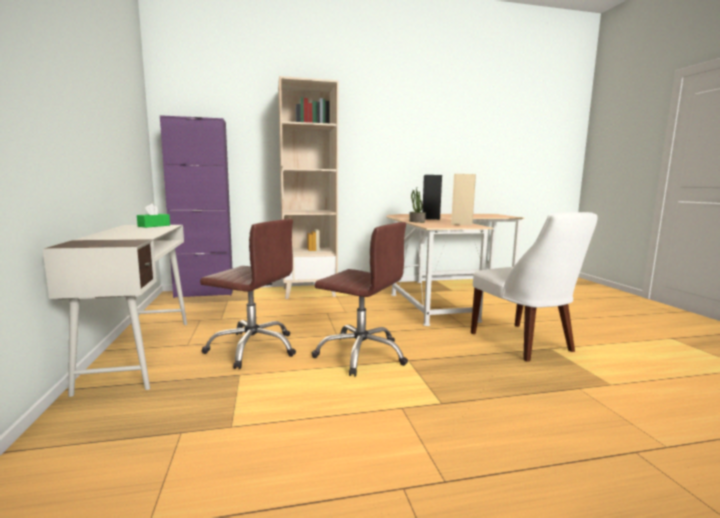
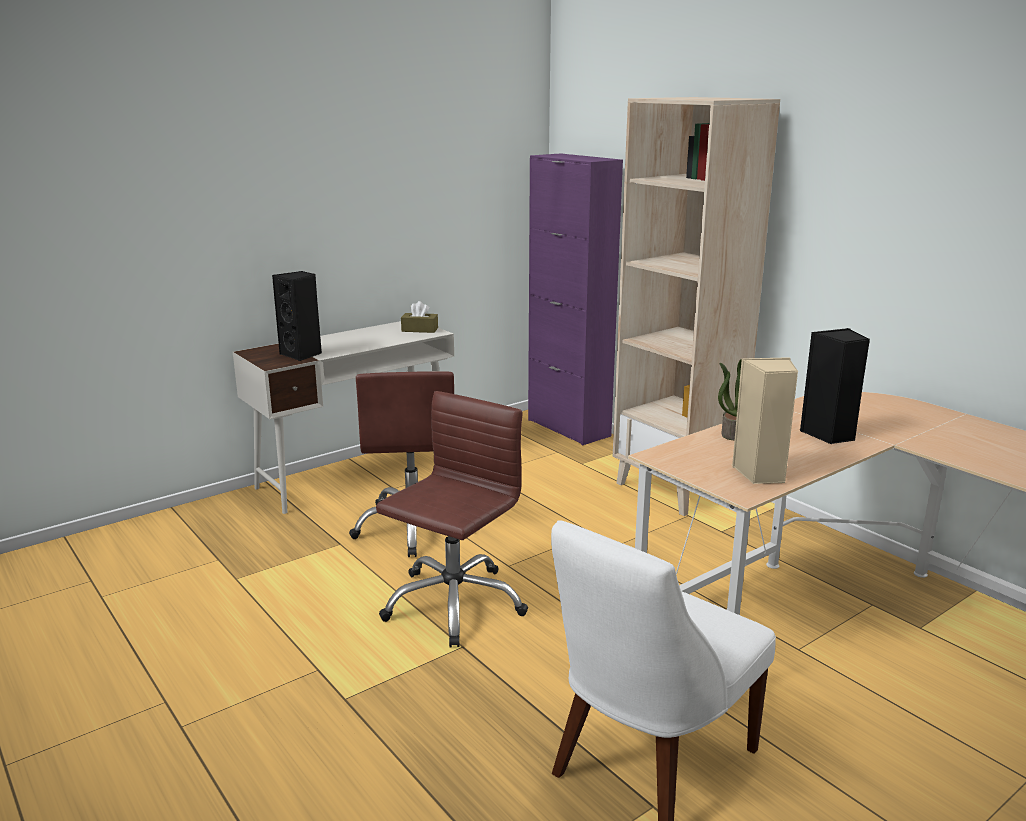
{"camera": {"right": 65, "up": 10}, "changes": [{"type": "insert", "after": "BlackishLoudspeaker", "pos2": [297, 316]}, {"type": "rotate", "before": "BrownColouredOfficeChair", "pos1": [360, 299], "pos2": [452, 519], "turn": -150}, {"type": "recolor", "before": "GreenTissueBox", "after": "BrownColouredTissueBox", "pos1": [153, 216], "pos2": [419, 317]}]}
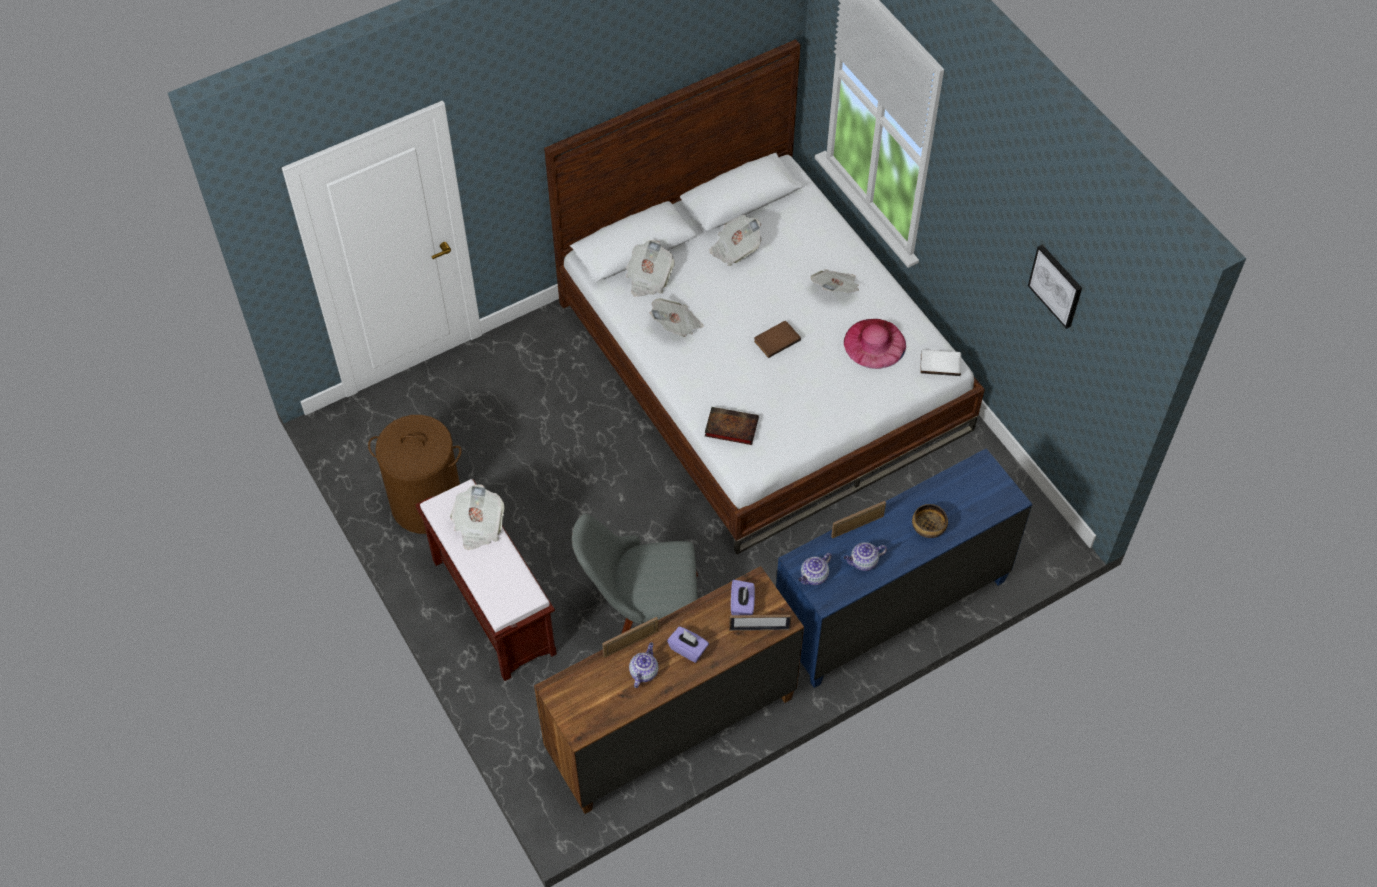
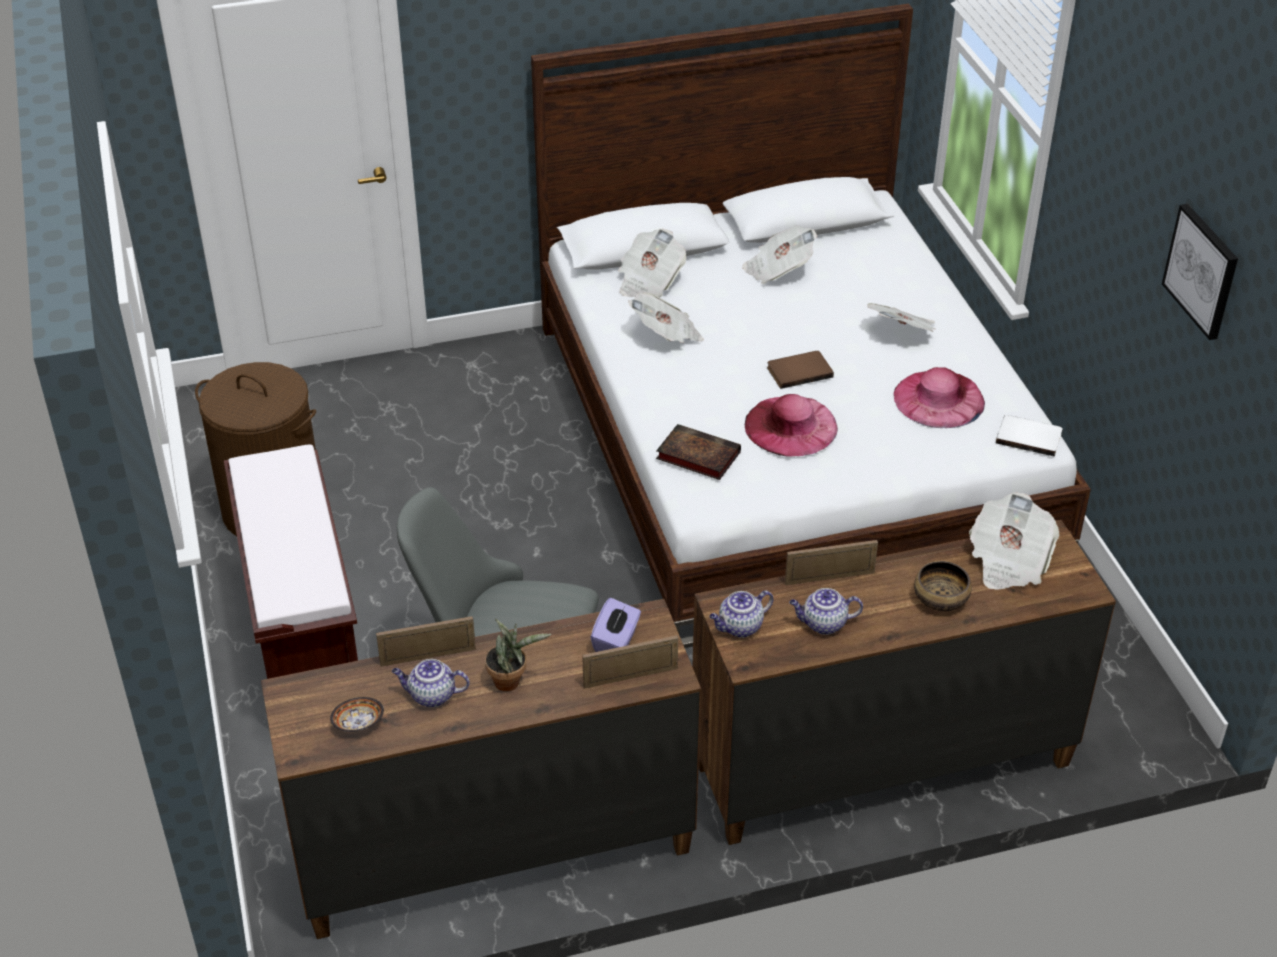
{"camera": {"right": 15, "up": -15}, "changes": [{"type": "insert", "after": "Bowl", "pos2": [357, 714]}, {"type": "rotate", "before": "Teapot", "pos1": [644, 665], "pos2": [431, 683], "turn": -120}, {"type": "replace", "before": "PurplishTissueBox", "after": "PottedPlant", "pos1": [688, 644], "pos2": [518, 654]}, {"type": "rotate", "before": "PictureFrame", "pos1": [760, 623], "pos2": [630, 662], "turn": 150}, {"type": "recolor", "before": "BluishChestOfDrawers", "after": "BrownColouredChestOfDrawers", "pos1": [904, 568], "pos2": [904, 682]}, {"type": "insert", "after": "PinkColouredWearableHat", "pos2": [791, 425]}, {"type": "move", "before": "DailyPaper", "pos1": [477, 517], "pos2": [1014, 541]}]}
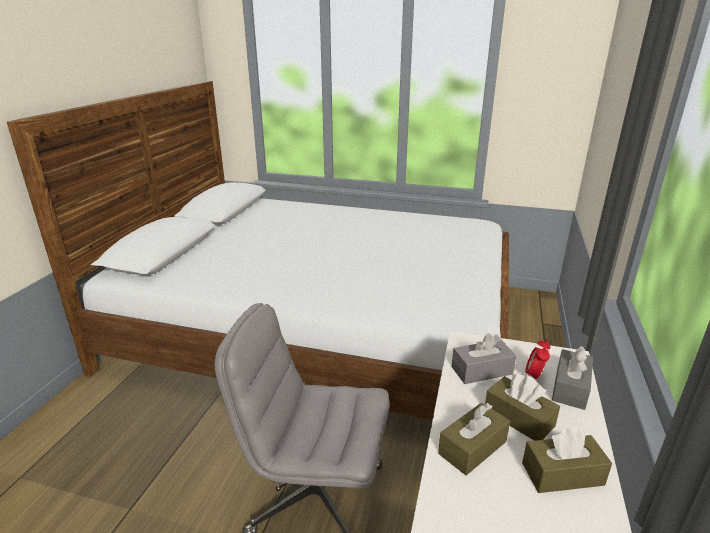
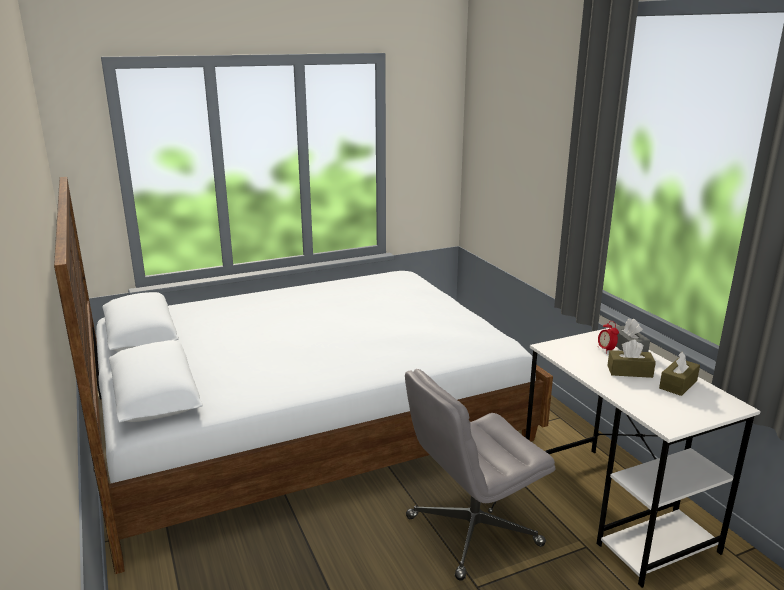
{"camera": {"right": -40, "up": -5}, "changes": [{"type": "delete", "before": "BrownColouredTissueBox", "pos1": [474, 439]}, {"type": "delete", "before": "GreyTissueBox", "pos1": [483, 358]}]}
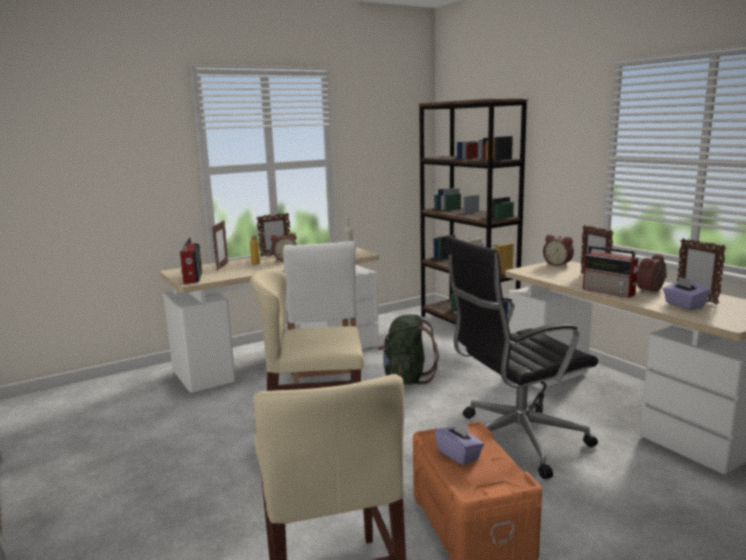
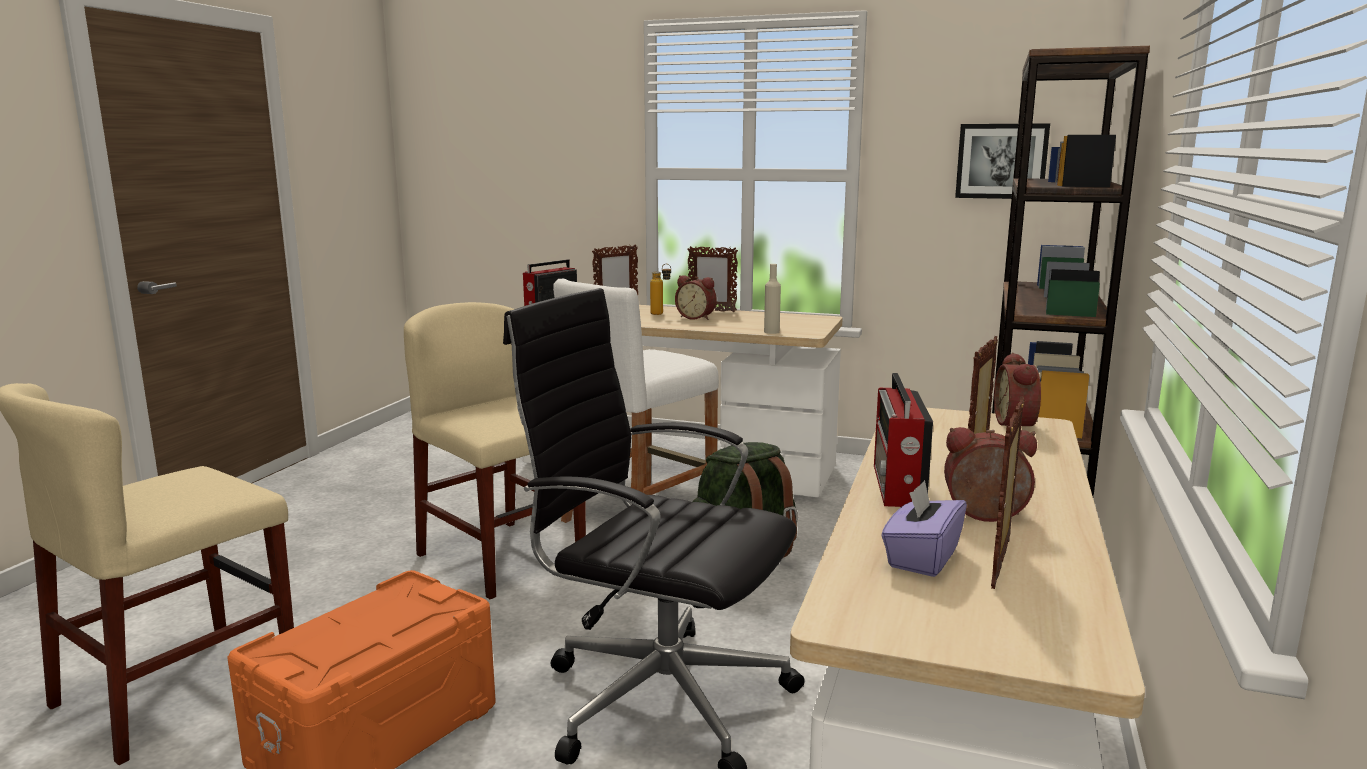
{"camera": {"right": 50, "up": 0}, "changes": [{"type": "insert", "after": "WallArt", "pos2": [1002, 161]}, {"type": "delete", "before": "PurplishTissueBox", "pos1": [459, 442]}]}
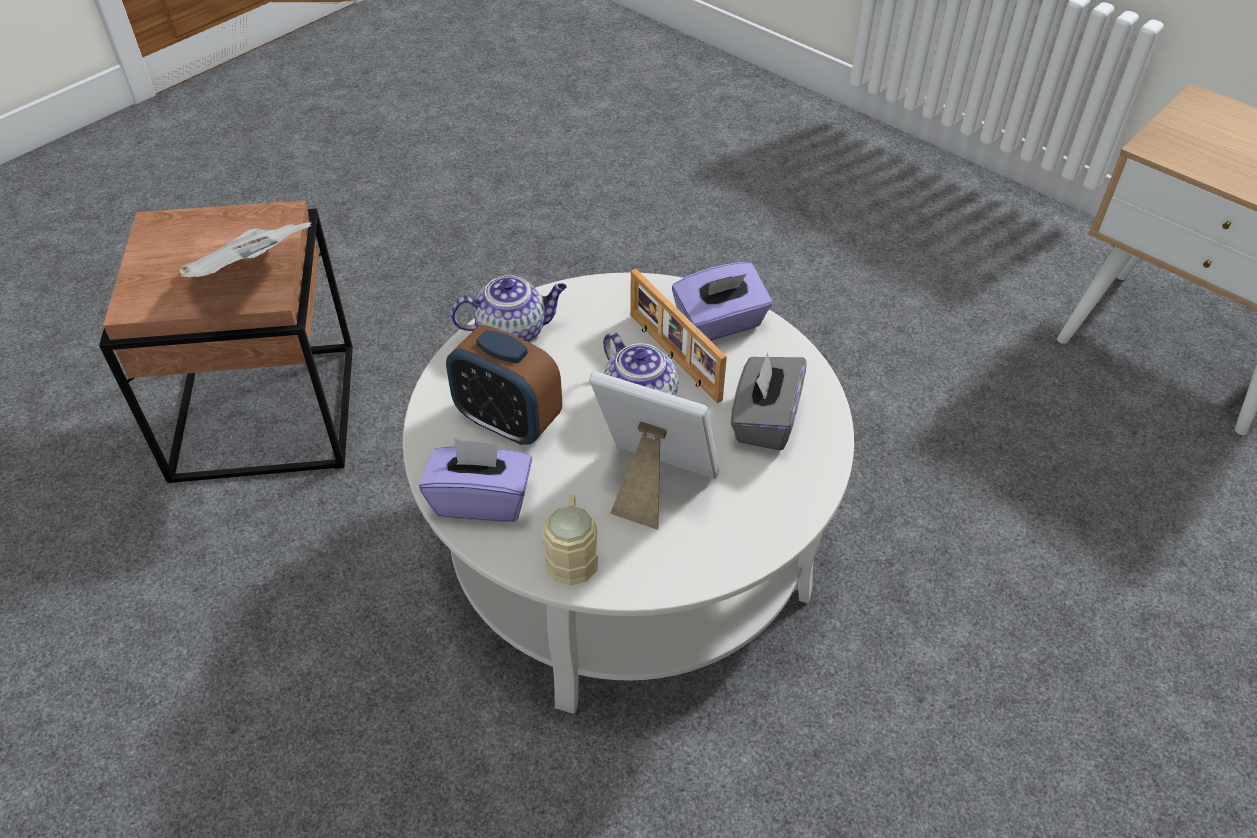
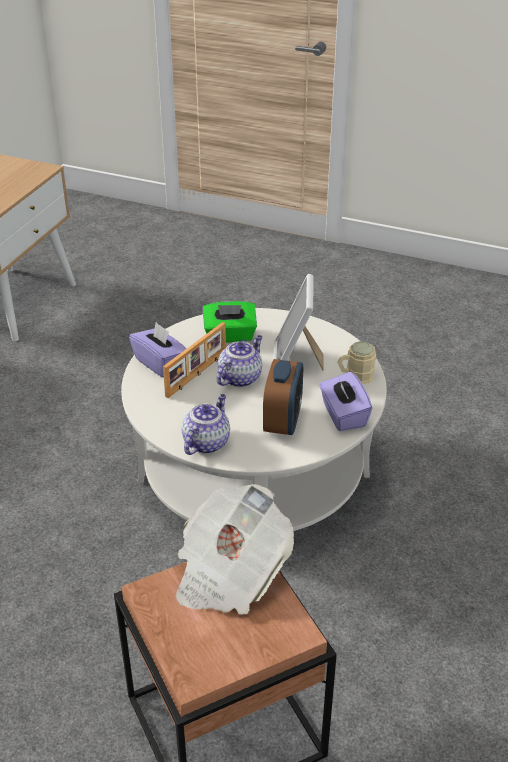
{"camera": {"right": -110, "up": -10}, "changes": [{"type": "rotate", "before": "Teapot", "pos1": [508, 308], "pos2": [206, 424], "turn": 60}, {"type": "recolor", "before": "GreyTissueBox", "after": "GreenTissueBox", "pos1": [769, 401], "pos2": [230, 322]}]}
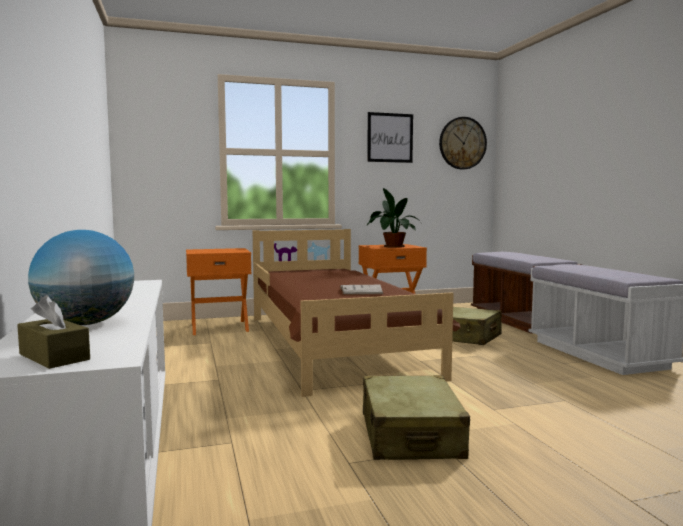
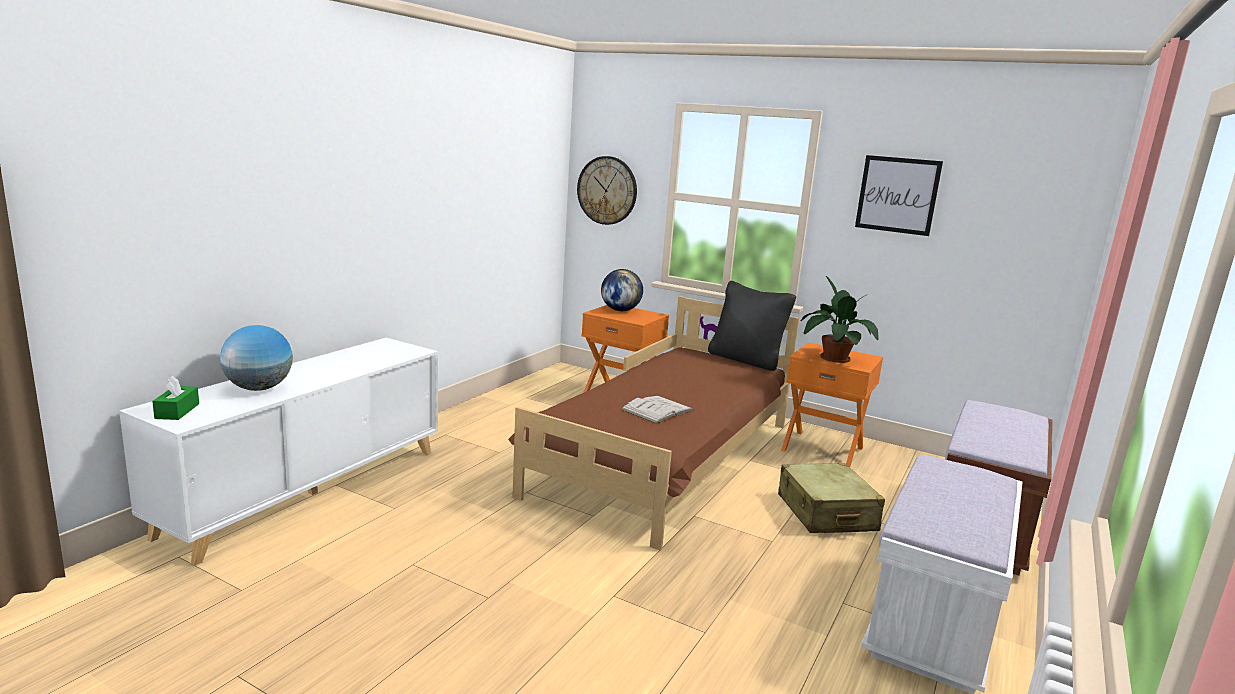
{"camera": {"right": 45, "up": 10}, "changes": [{"type": "recolor", "before": "BrownColouredTissueBox", "after": "GreenTissueBox", "pos1": [53, 332], "pos2": [175, 398]}, {"type": "move", "before": "ClockOnTheWall", "pos1": [463, 143], "pos2": [607, 190]}, {"type": "insert", "after": "Globe", "pos2": [622, 290]}, {"type": "insert", "after": "BlackishPillow", "pos2": [752, 326]}, {"type": "delete", "before": "BeigeColouredSuitcase", "pos1": [416, 417]}]}
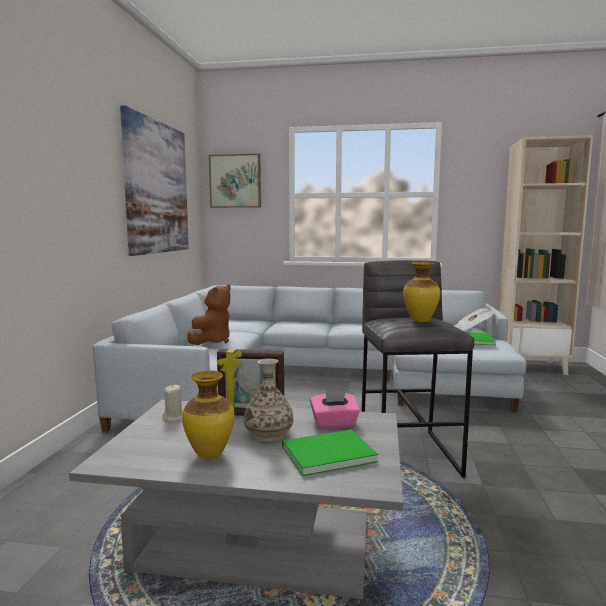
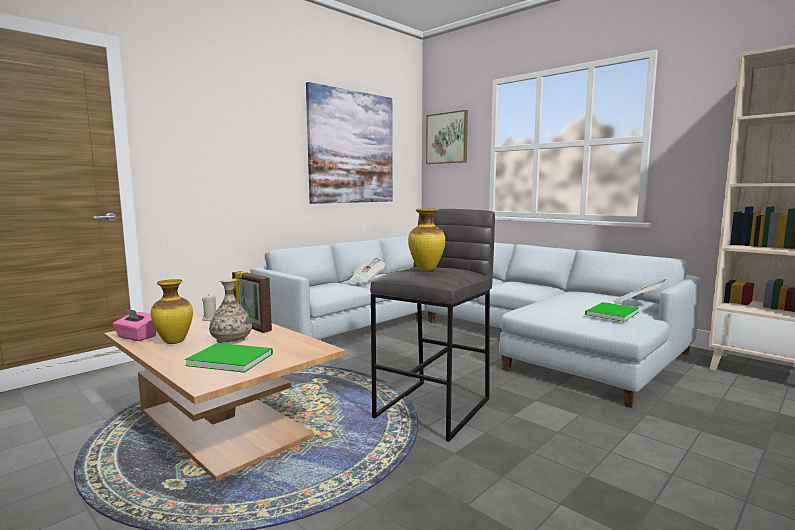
{"camera": {"right": 35, "up": 0}, "changes": [{"type": "recolor", "before": "GreyCoffeeTable", "after": "BrownColouredCoffeeTable", "pos1": [236, 499], "pos2": [225, 397]}, {"type": "move", "before": "PinkColouredTissueBox", "pos1": [335, 410], "pos2": [134, 325]}, {"type": "replace", "before": "BrownColouredPlushToy", "after": "DailyPaper", "pos1": [209, 314], "pos2": [366, 270]}]}
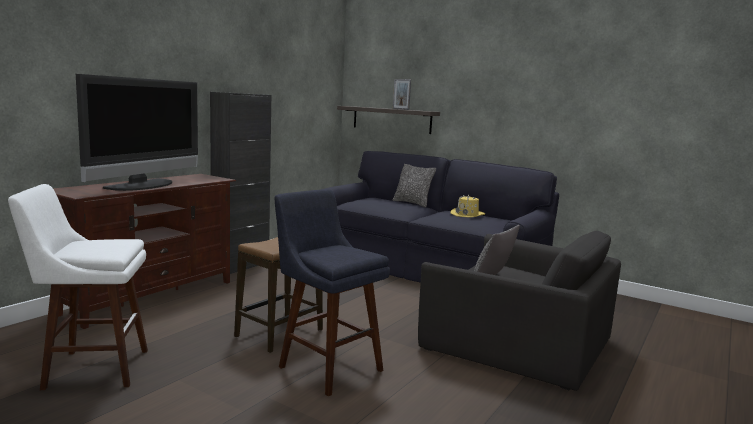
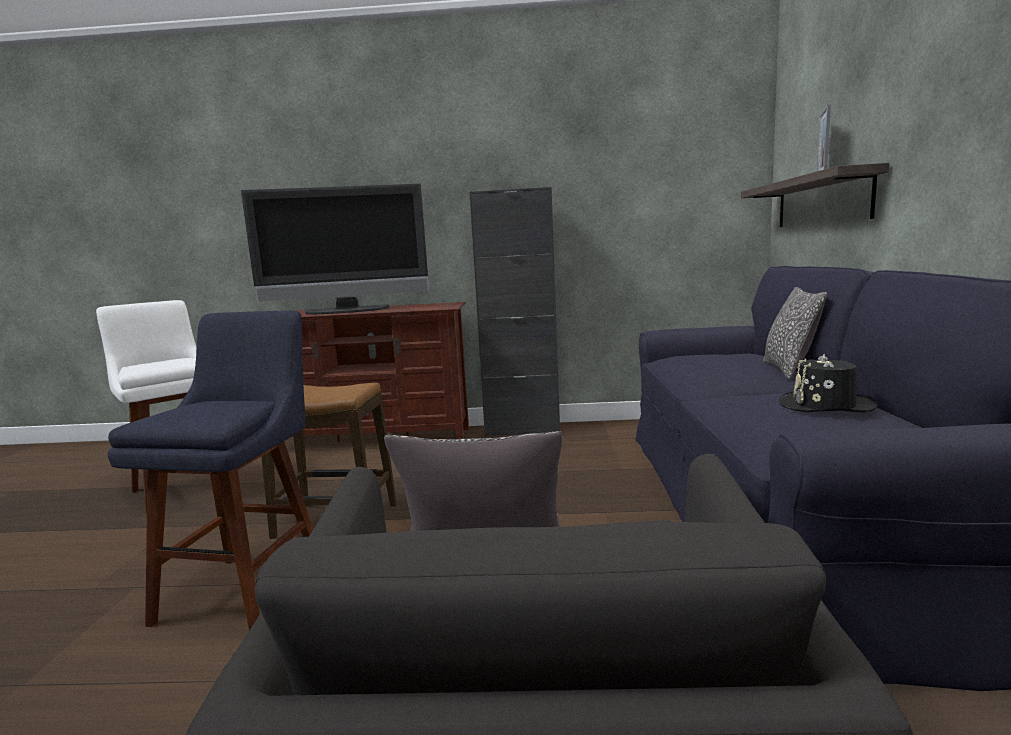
{"camera": {"right": 60, "up": 0}, "changes": [{"type": "recolor", "before": "YellowishWearableHat", "after": "BlackishWearableHat", "pos1": [467, 205], "pos2": [828, 383]}]}
